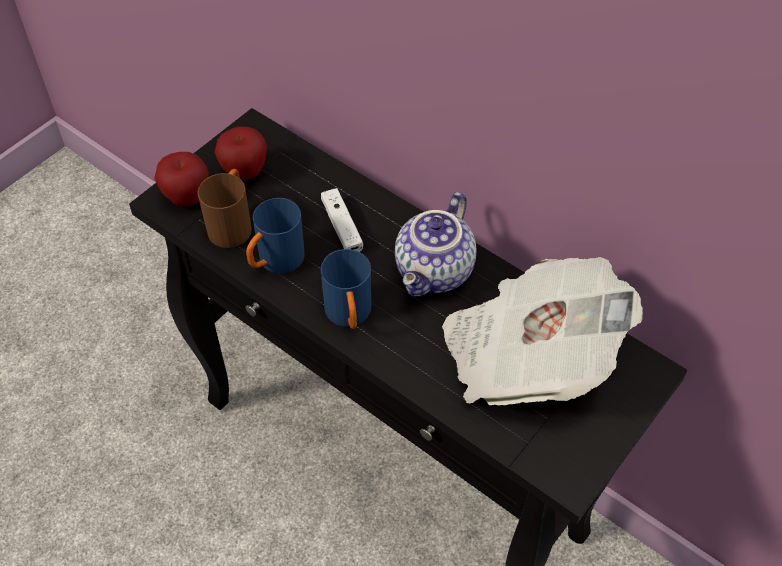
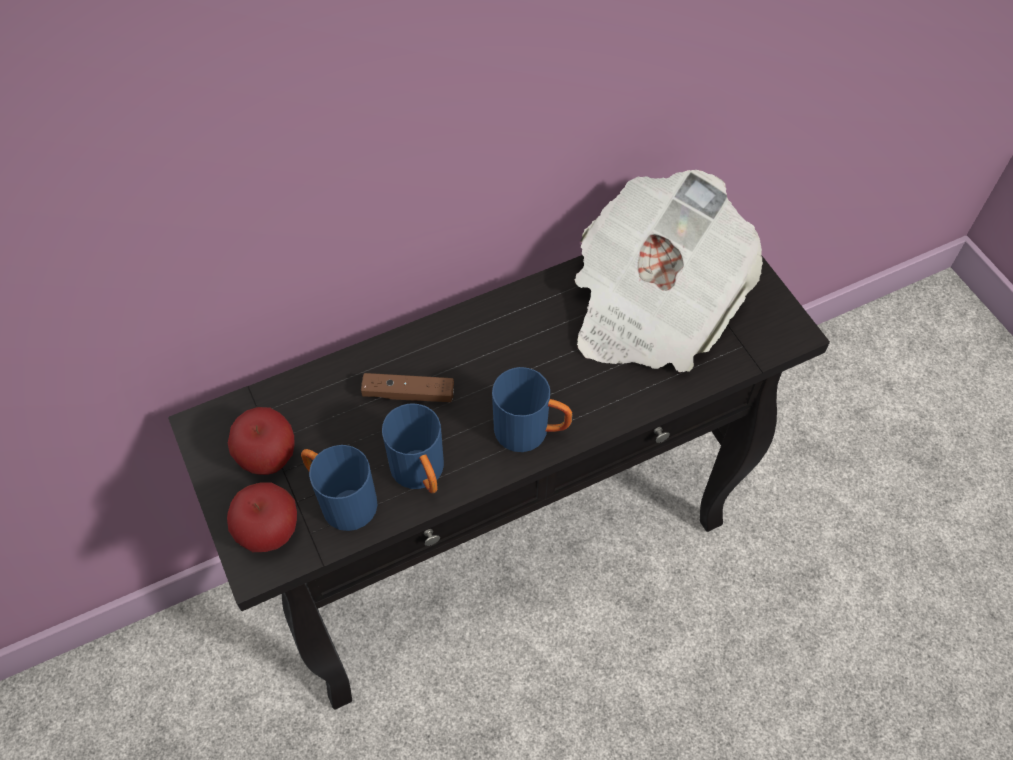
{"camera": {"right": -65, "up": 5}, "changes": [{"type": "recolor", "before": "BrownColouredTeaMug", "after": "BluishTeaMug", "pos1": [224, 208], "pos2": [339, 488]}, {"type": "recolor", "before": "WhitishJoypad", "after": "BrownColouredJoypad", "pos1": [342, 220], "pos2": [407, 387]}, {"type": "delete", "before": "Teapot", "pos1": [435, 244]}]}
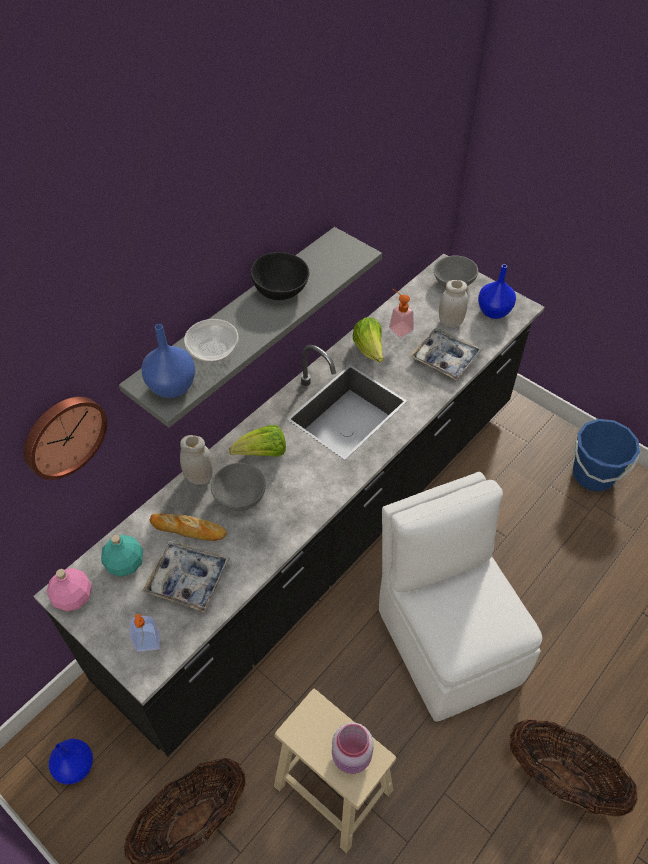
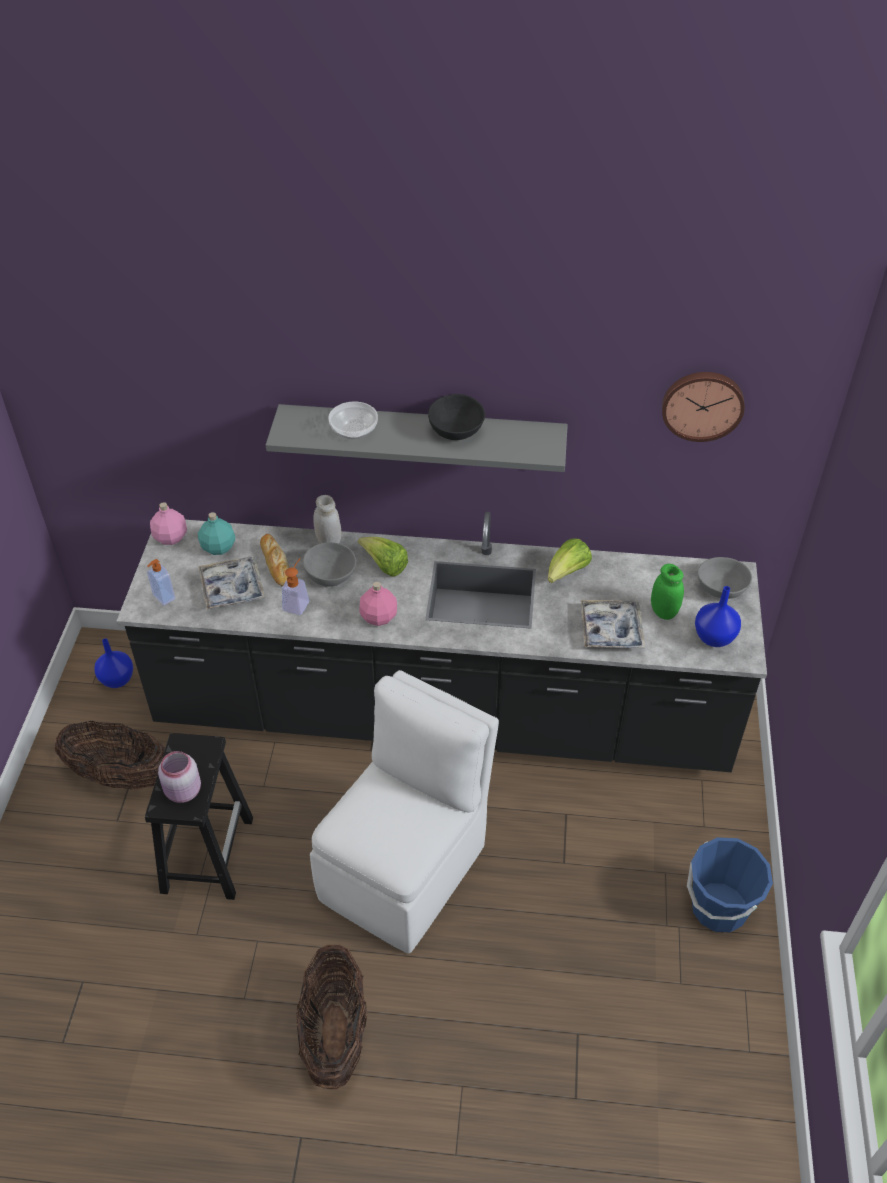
{"camera": {"right": 55, "up": -5}, "changes": [{"type": "recolor", "before": "BeigeColouredStool", "after": "BlackishStool", "pos1": [335, 771], "pos2": [199, 816]}, {"type": "move", "before": "SoapDispenser", "pos1": [401, 313], "pos2": [295, 586]}, {"type": "insert", "after": "PinkColouredBottle", "pos2": [378, 604]}, {"type": "recolor", "before": "WhitishJar", "after": "GreenJar", "pos1": [453, 303], "pos2": [667, 592]}, {"type": "move", "before": "ClockOnTheWall", "pos1": [65, 438], "pos2": [703, 407]}, {"type": "delete", "before": "BluishDecorativeVase", "pos1": [168, 361]}]}
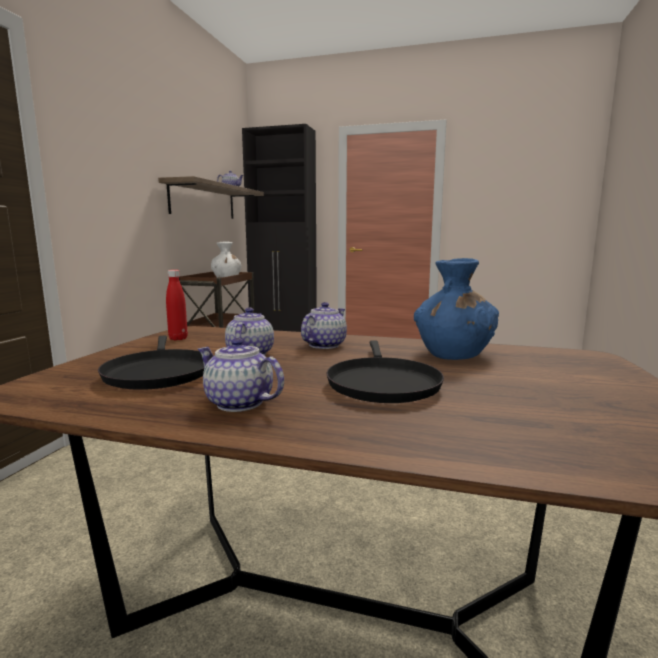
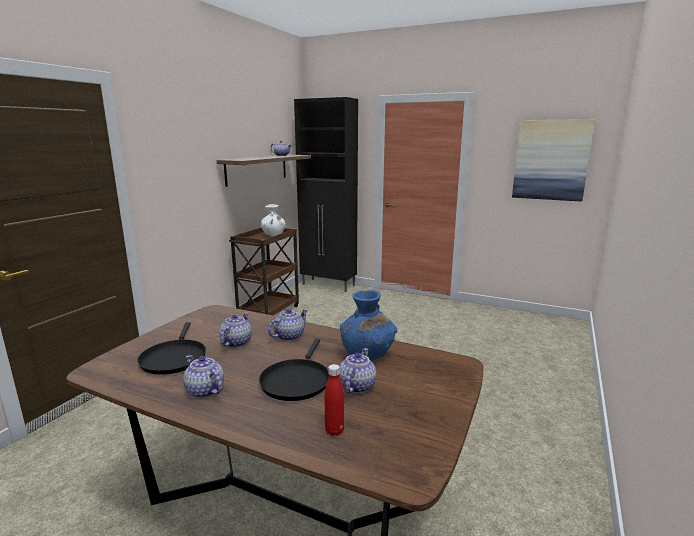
{"camera": {"right": 10, "up": 5}, "changes": [{"type": "move", "before": "ReddishBottle", "pos1": [177, 305], "pos2": [334, 400]}, {"type": "insert", "after": "Teapot", "pos2": [357, 370]}, {"type": "insert", "after": "WallArt", "pos2": [553, 160]}]}
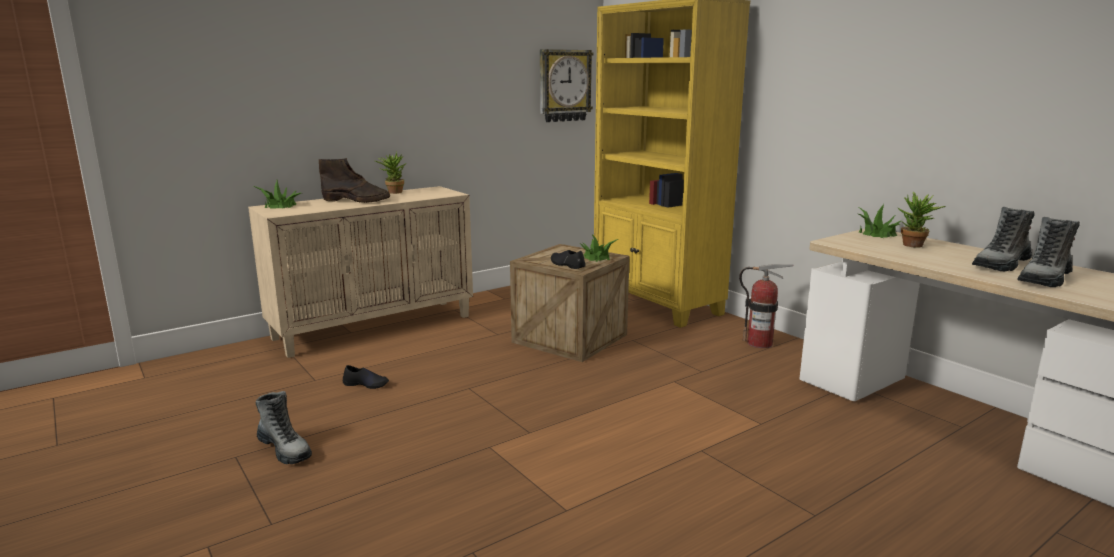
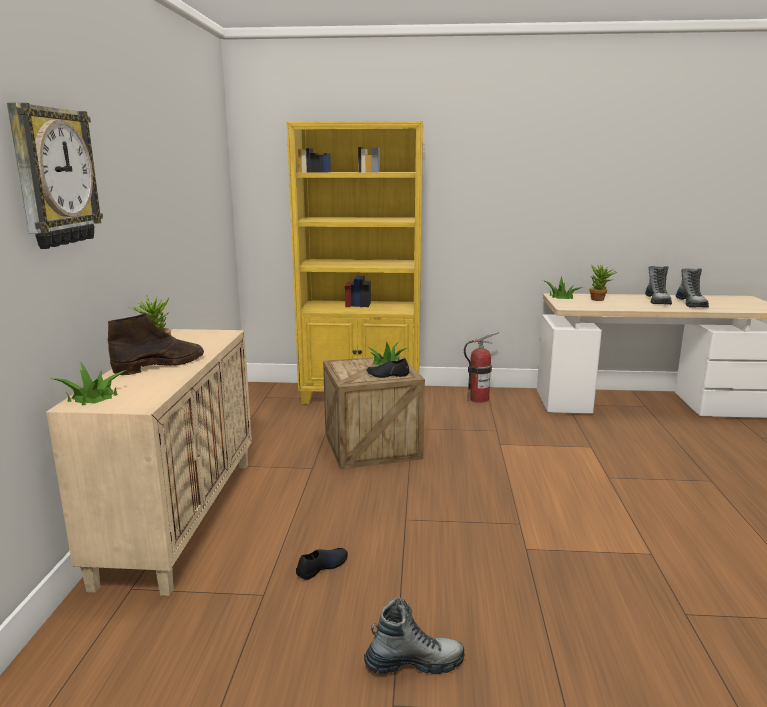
{"camera": {"right": -50, "up": 0}, "changes": [{"type": "move", "before": "ClockOnTheWall", "pos1": [567, 85], "pos2": [55, 175]}]}
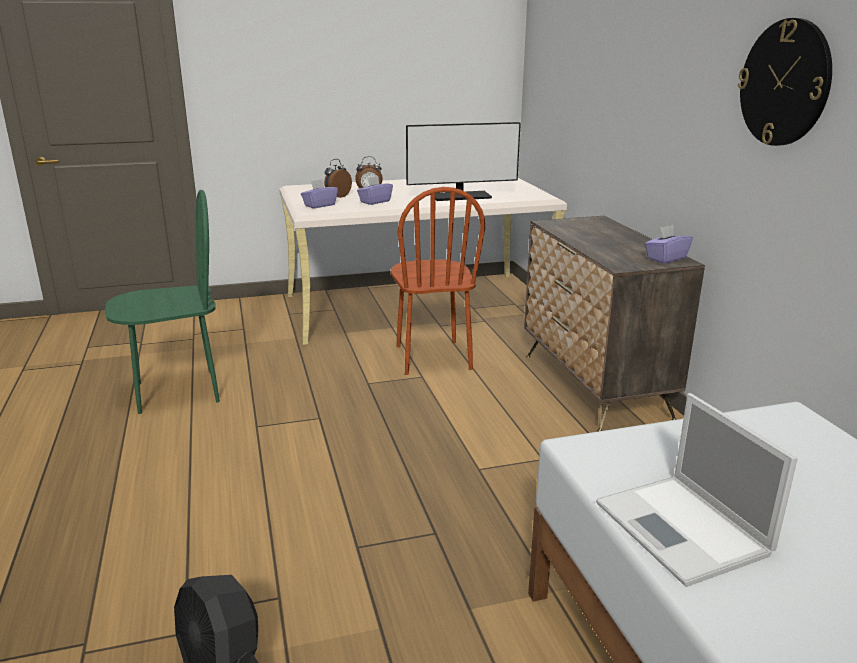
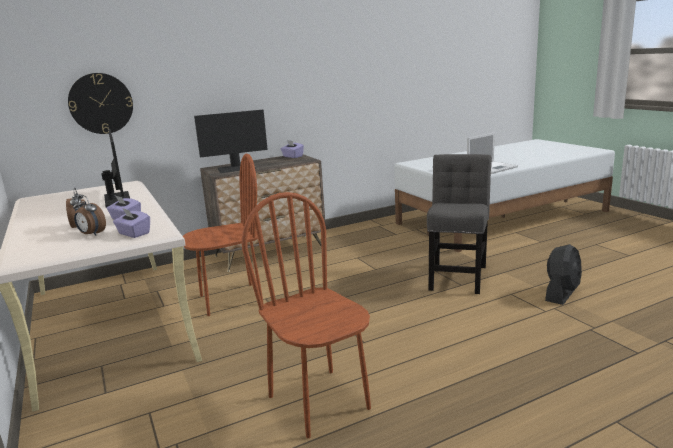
{"camera": {"right": -100, "up": -5}, "changes": [{"type": "move", "before": "ClockOnTheWall", "pos1": [785, 82], "pos2": [100, 103]}, {"type": "insert", "after": "Monitor", "pos2": [231, 141]}, {"type": "recolor", "before": "GreenChair", "after": "BrownColouredChair", "pos1": [162, 302], "pos2": [306, 315]}, {"type": "insert", "after": "GreyChair", "pos2": [459, 224]}]}
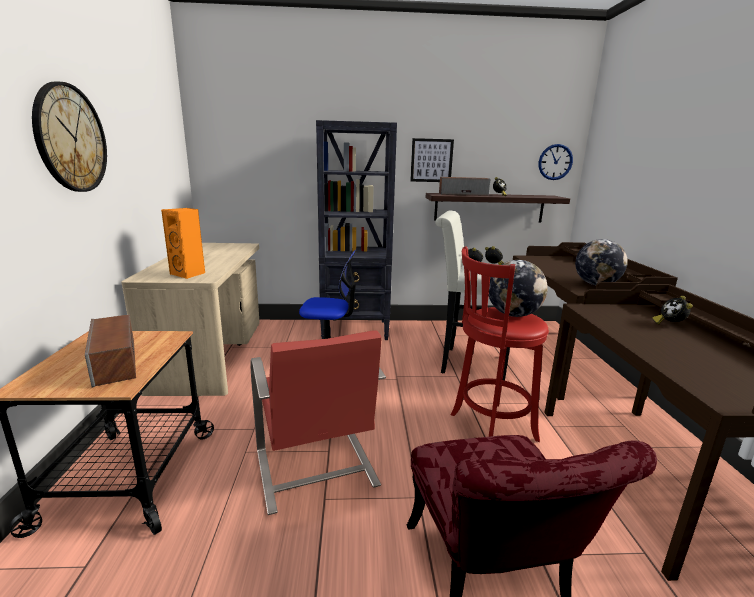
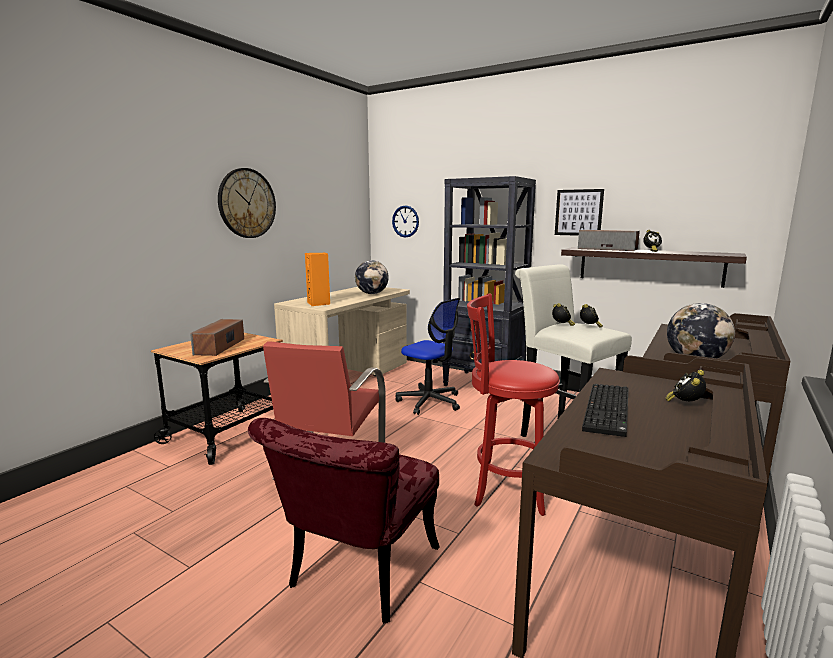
{"camera": {"right": 35, "up": -5}, "changes": [{"type": "move", "before": "Globe", "pos1": [518, 288], "pos2": [372, 277]}, {"type": "move", "before": "ClockOnTheWall", "pos1": [556, 162], "pos2": [405, 221]}, {"type": "insert", "after": "Keyboard", "pos2": [605, 410]}]}
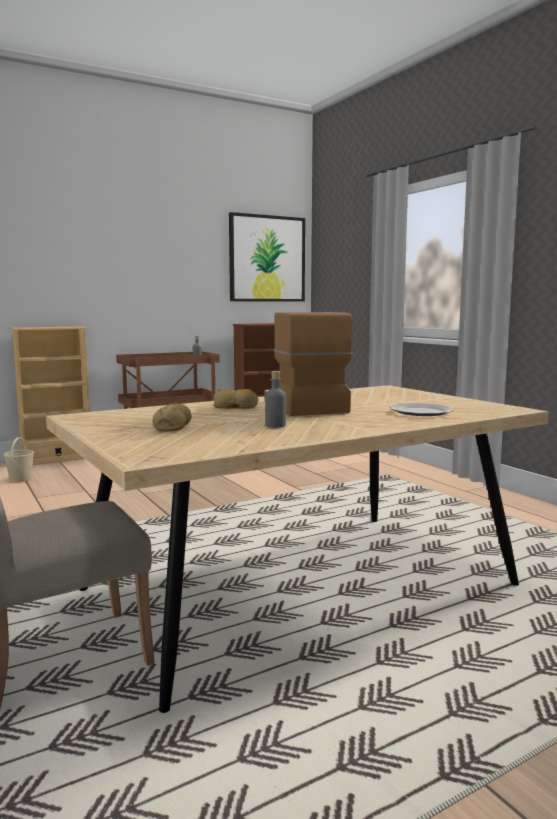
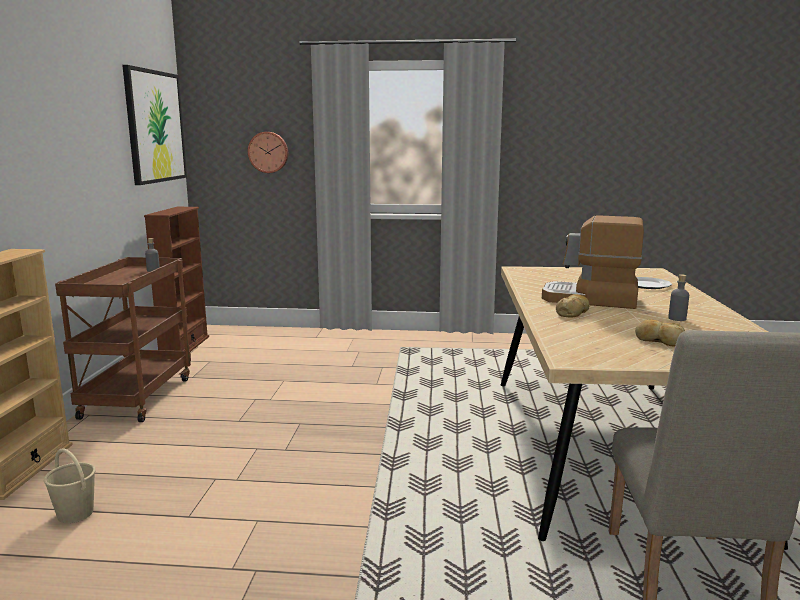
{"camera": {"right": -55, "up": 5}, "changes": [{"type": "insert", "after": "ClockOnTheWall", "pos2": [268, 152]}]}
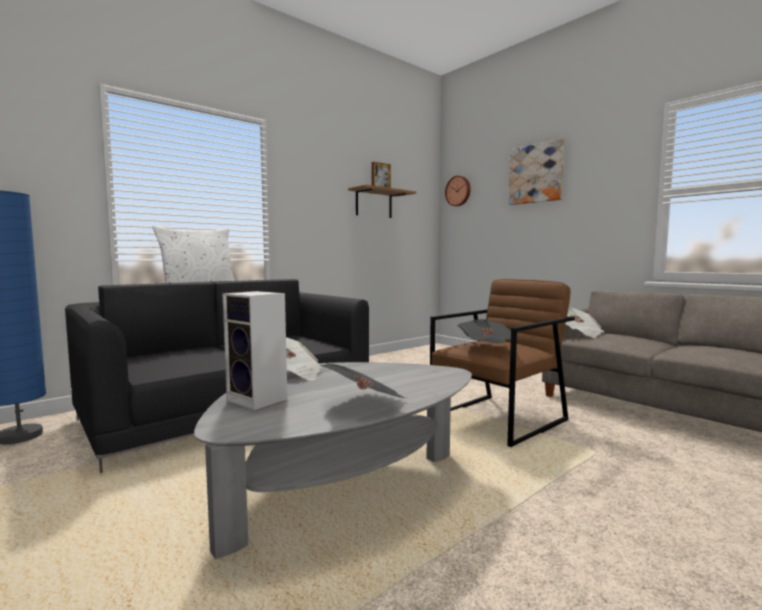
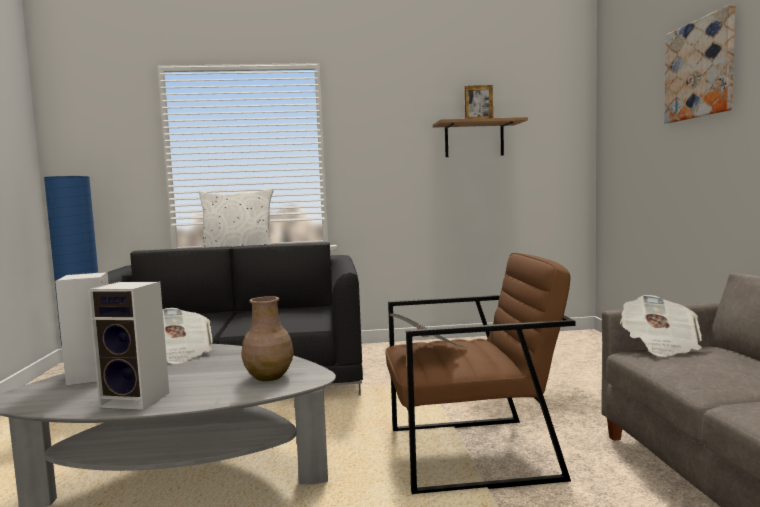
{"camera": {"right": 35, "up": 0}, "changes": [{"type": "replace", "before": "DailyPaper", "after": "Loudspeaker", "pos1": [363, 380], "pos2": [128, 346]}, {"type": "insert", "after": "BrownColouredDecorativeVase", "pos2": [267, 338]}, {"type": "delete", "before": "ClockOnTheWall", "pos1": [458, 191]}]}
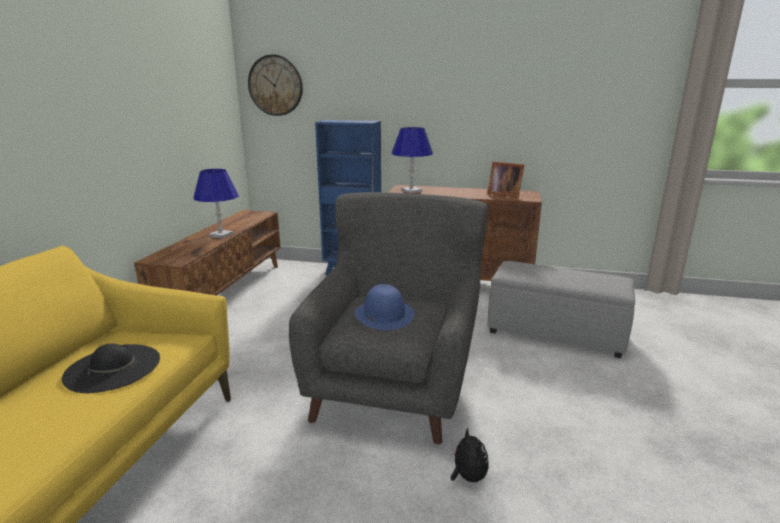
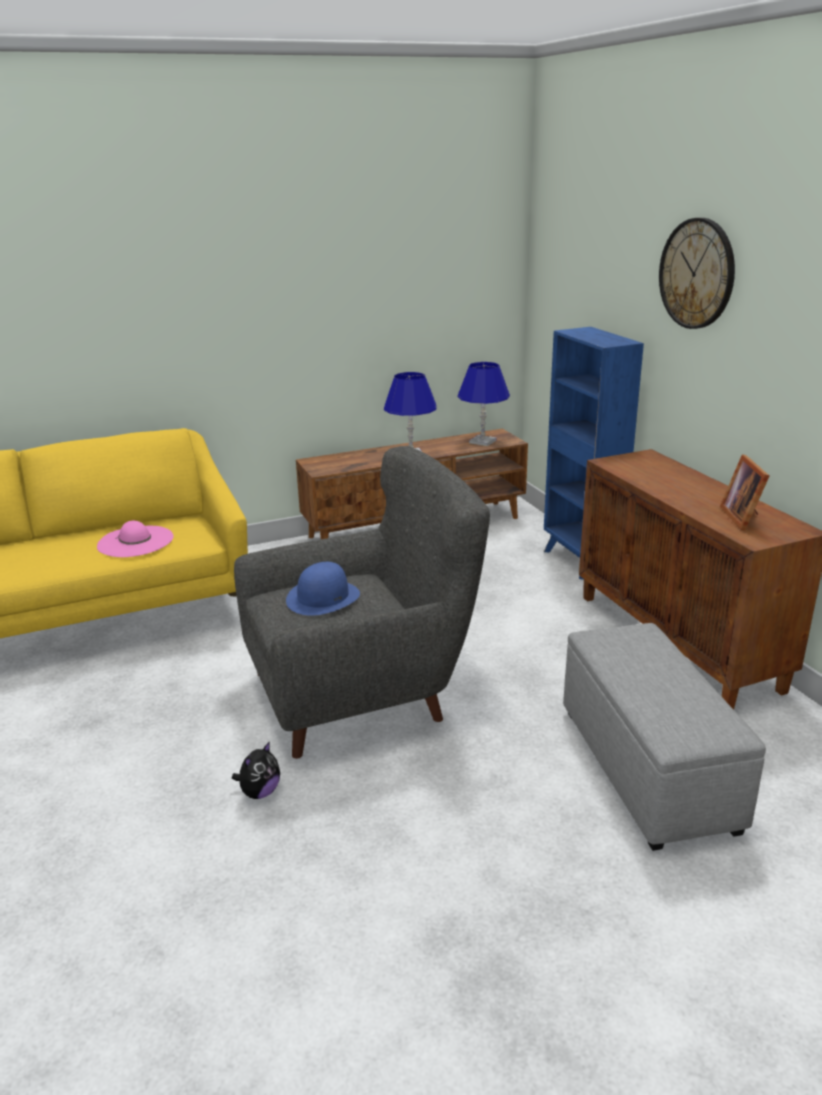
{"camera": {"right": 55, "up": 5}, "changes": [{"type": "recolor", "before": "BlackishWearableHat", "after": "PinkColouredWearableHat", "pos1": [111, 368], "pos2": [135, 539]}, {"type": "move", "before": "BluishLampForATable", "pos1": [412, 160], "pos2": [483, 404]}, {"type": "move", "before": "ClockOnTheWall", "pos1": [275, 85], "pos2": [697, 273]}]}
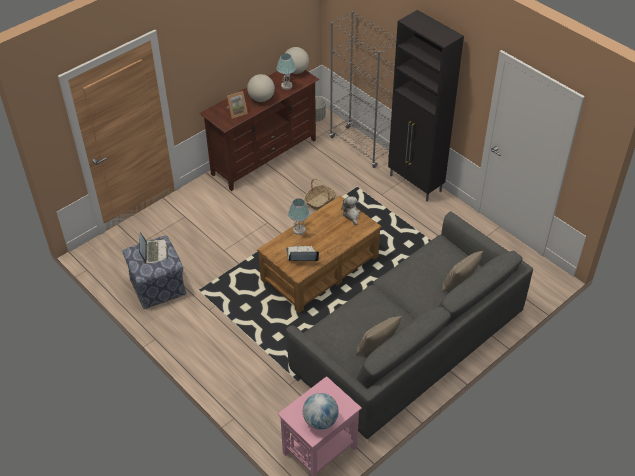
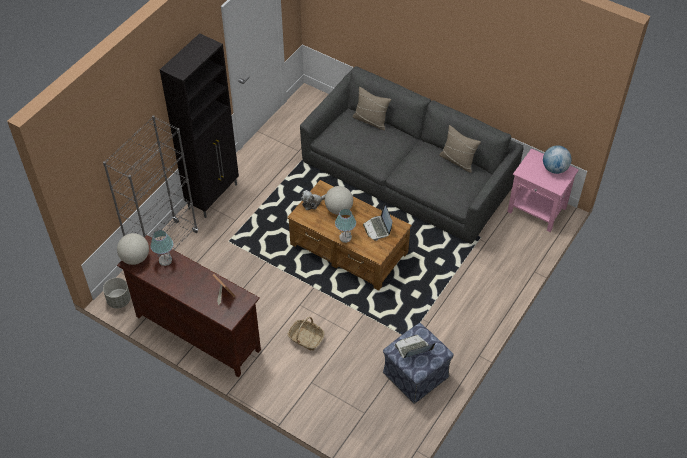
{"camera": {"right": -105, "up": 5}, "changes": [{"type": "move", "before": "HouseholdBasket", "pos1": [320, 194], "pos2": [306, 333]}, {"type": "move", "before": "Globe", "pos1": [261, 88], "pos2": [339, 200]}]}
